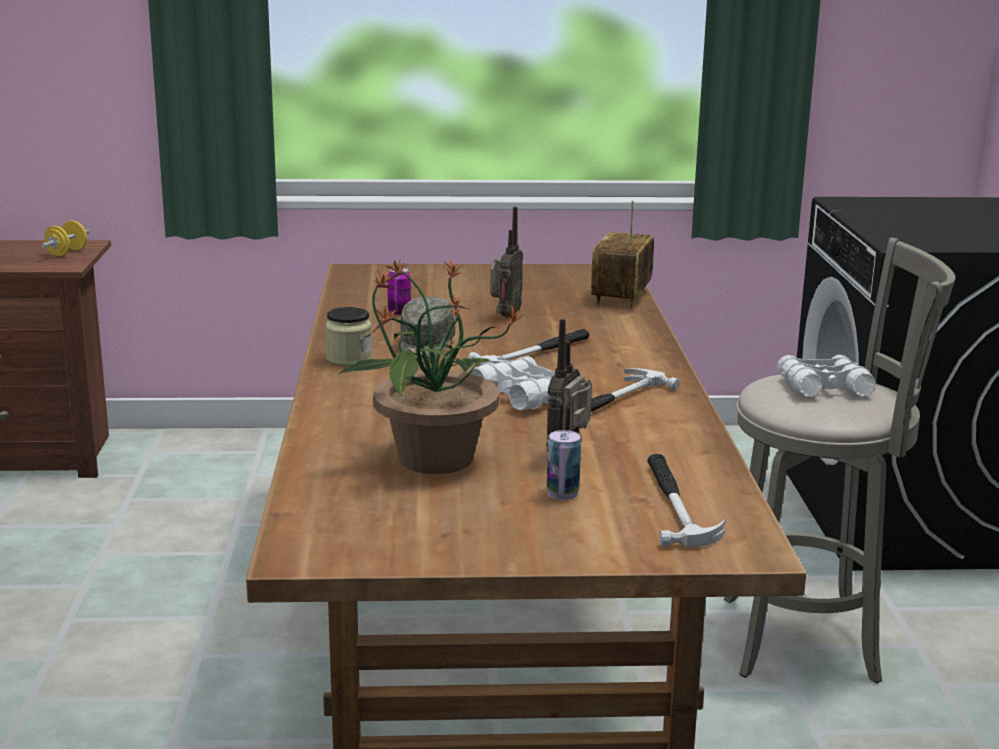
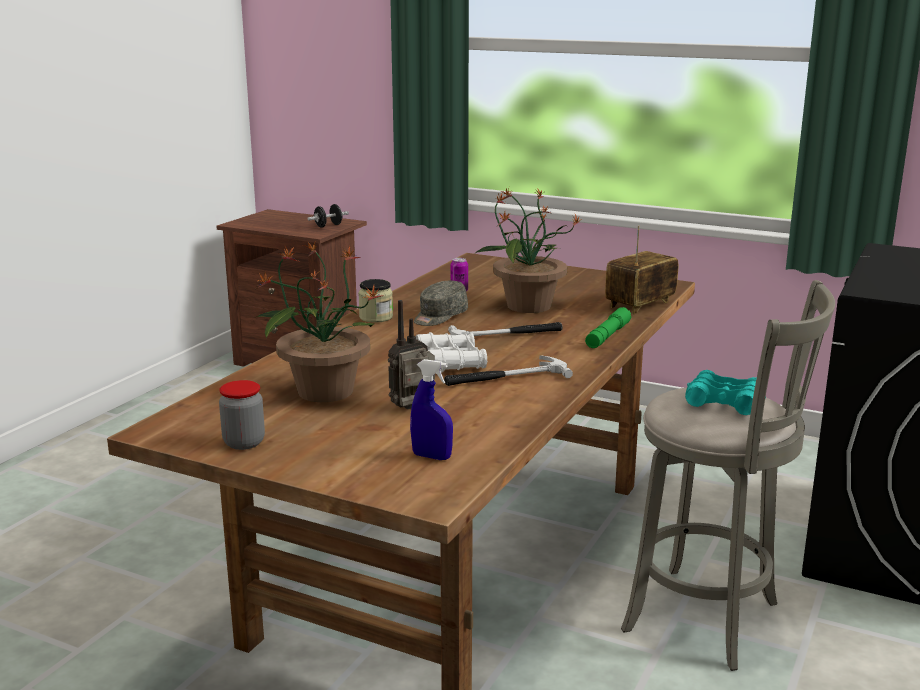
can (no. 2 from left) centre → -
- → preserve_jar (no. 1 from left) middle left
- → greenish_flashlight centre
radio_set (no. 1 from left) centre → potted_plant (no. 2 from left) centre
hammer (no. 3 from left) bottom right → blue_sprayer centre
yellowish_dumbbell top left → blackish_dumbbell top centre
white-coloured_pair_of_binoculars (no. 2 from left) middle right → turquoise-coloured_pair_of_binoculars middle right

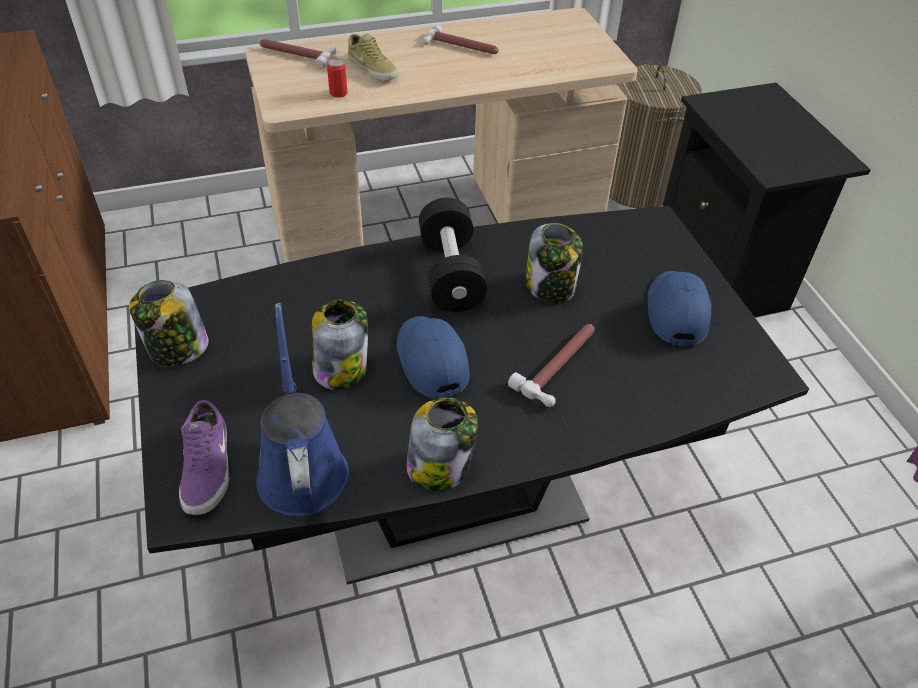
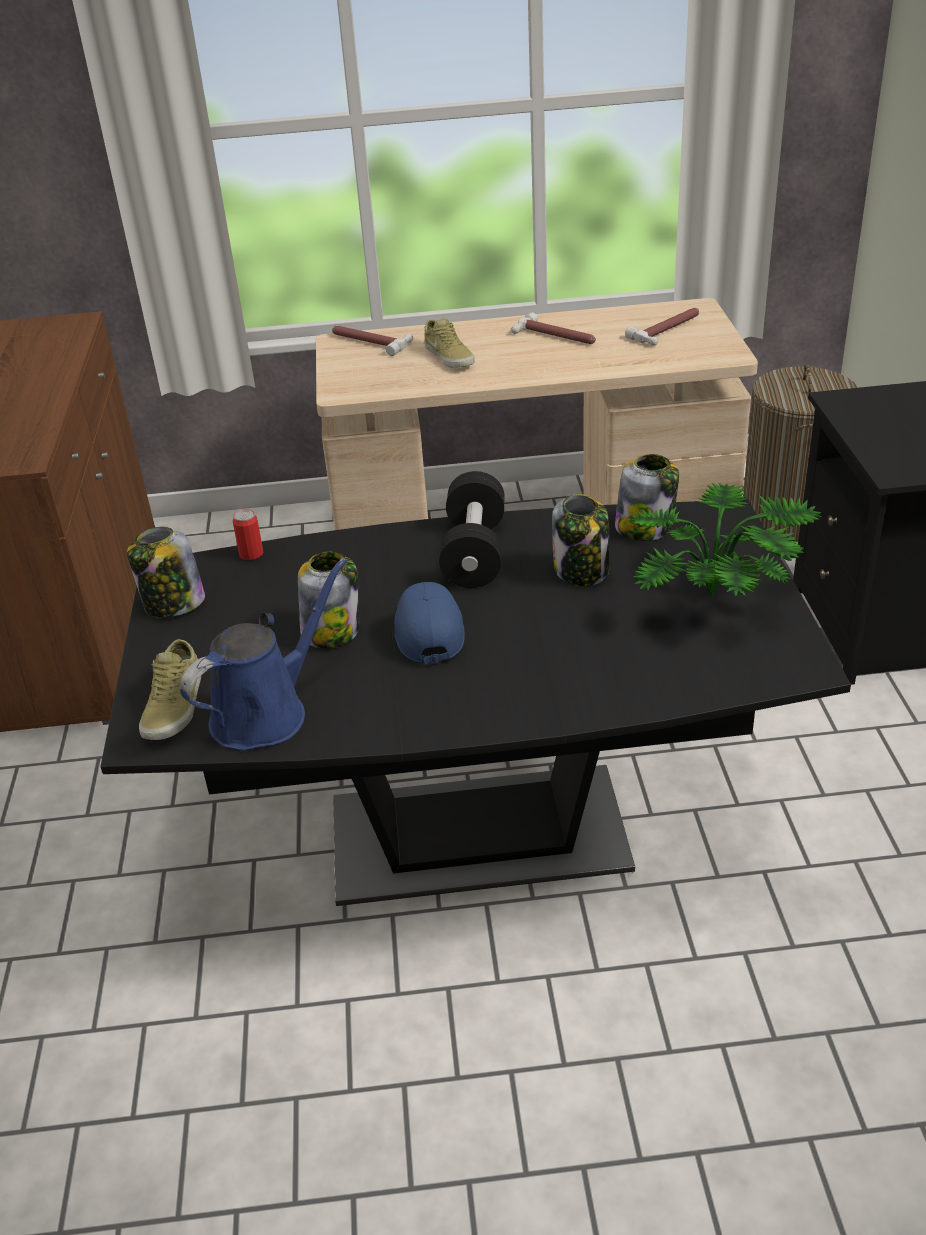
can top centre → can middle left, shifted
preserve_jar (no. 3 from left in the first image) centre → preserve_jar (no. 4 from left) middle right, shifted
hammer (no. 3 from left) centre → hammer (no. 3 from left) top right, shifted
blue_peaked_cap (no. 2 from left) middle right → potted_plant middle right
purple-coloured_low_shoe middle left → sand-coloured_low_shoe (no. 1 from left) middle left
blue_watering_can middle left, 45 degrees clockwise

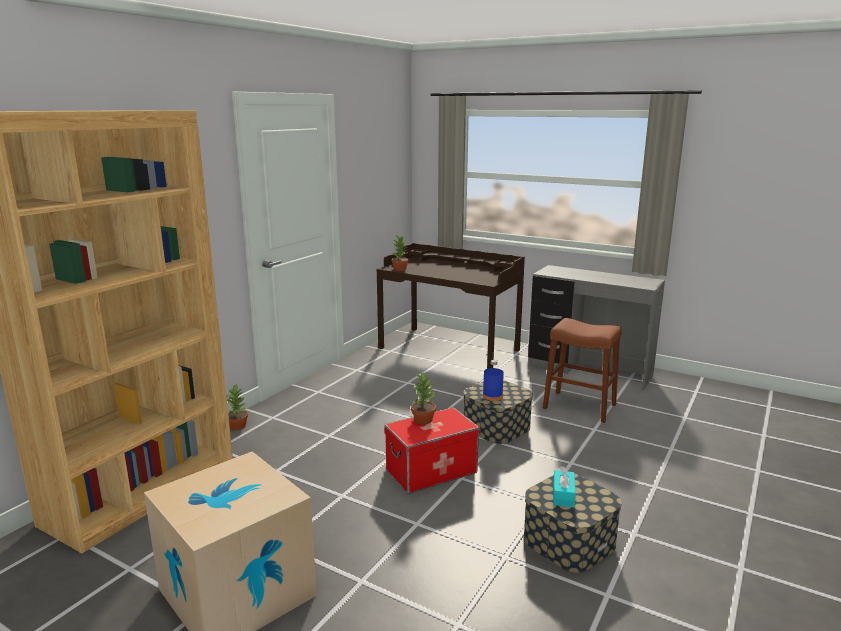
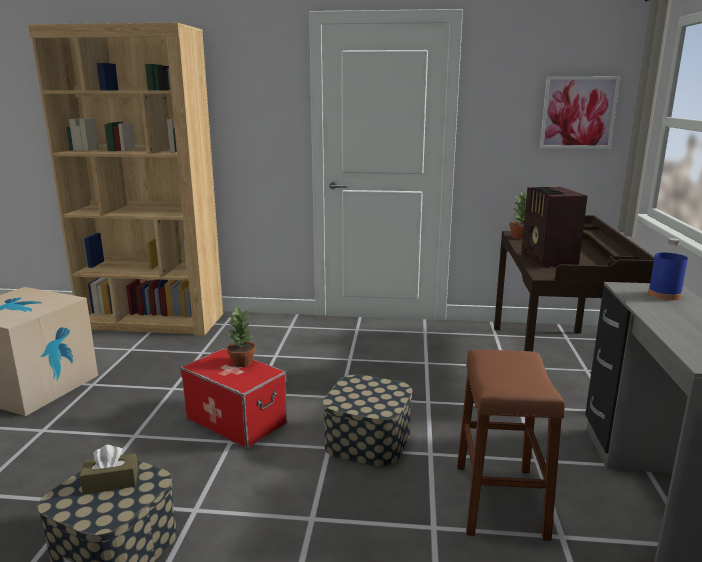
potted_plant (no. 1 from left) middle left → -
- → radio_set middle right
- → picture top right
blue_beverage_bottle centre → blue_beverage_bottle middle right, shifted
turquoise-coloured_tissue_holder bottom right → brown_tissue_holder bottom left

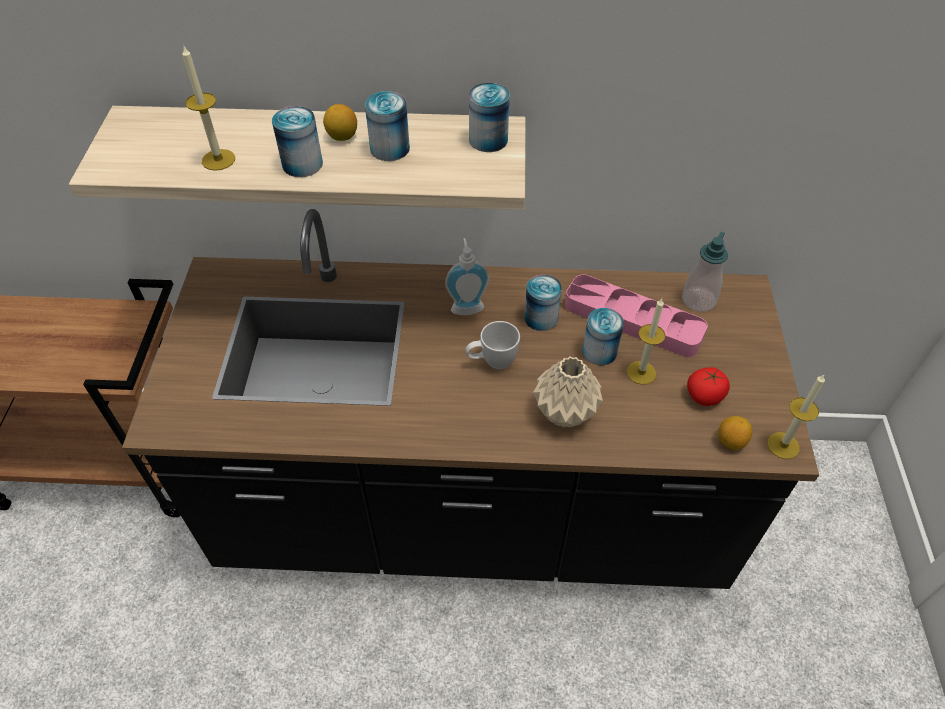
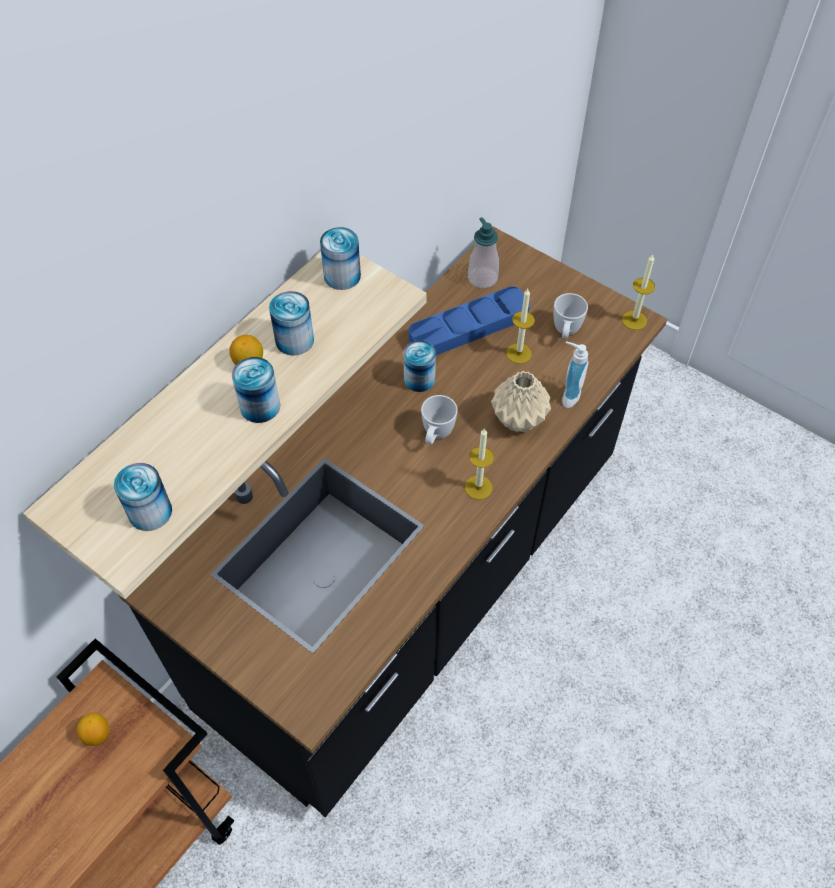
wax_candle (no. 1 from left) top left → wax_candle (no. 1 from left) centre, shifted
soap_dispenser (no. 1 from left in the first image) centre → soap_dispenser (no. 2 from left) middle right, shifted
can (no. 5 from left in the first image) centre → can (no. 1 from left) middle left, shifted
whole_lemon (no. 2 from left in the first image) middle right → whole_lemon (no. 1 from left) bottom left, shifted
whole_tomato middle right → white-coloured_mug (no. 2 from left) middle right
pink-coloured_serving_tray middle right → blue_serving_tray centre

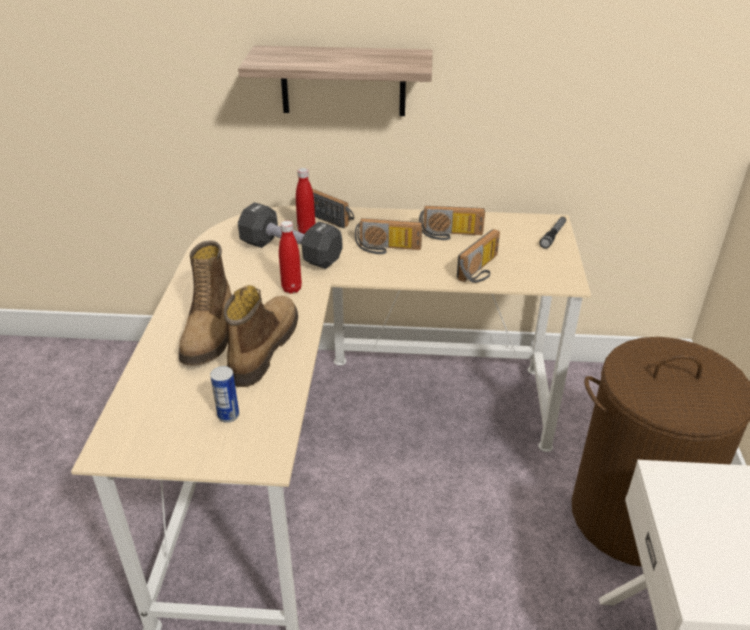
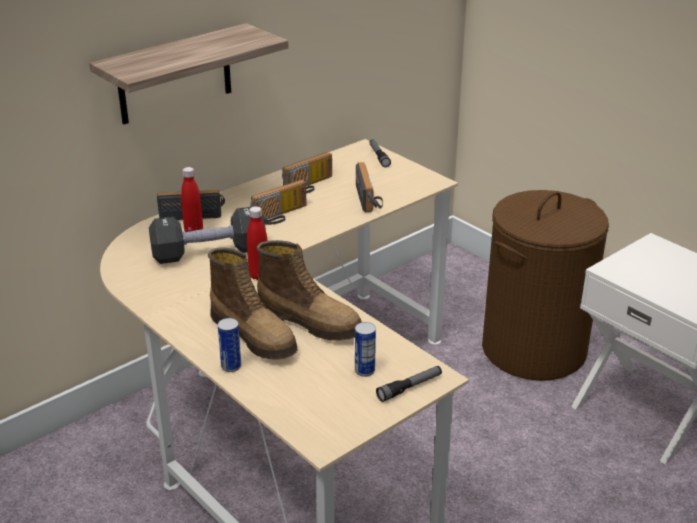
- → can (no. 1 from left) middle left
- → flashlight (no. 2 from left) bottom centre
boot (no. 2 from left) centre, 150 degrees clockwise

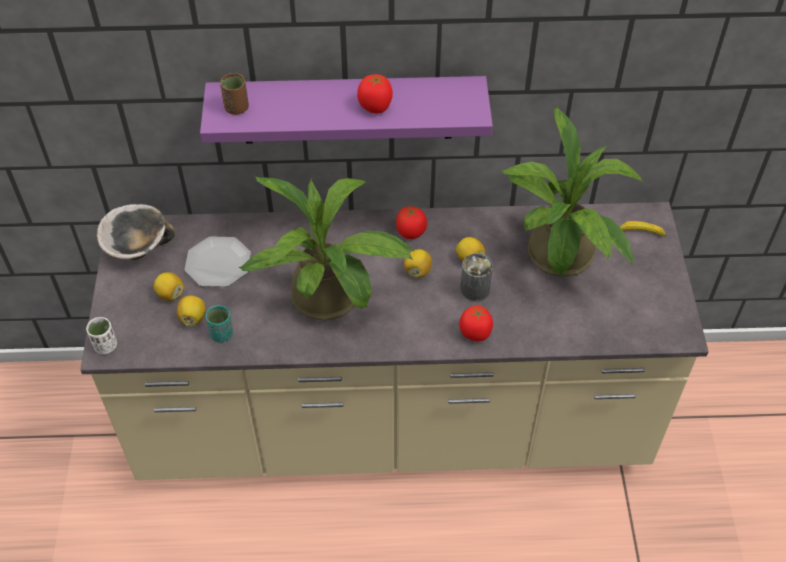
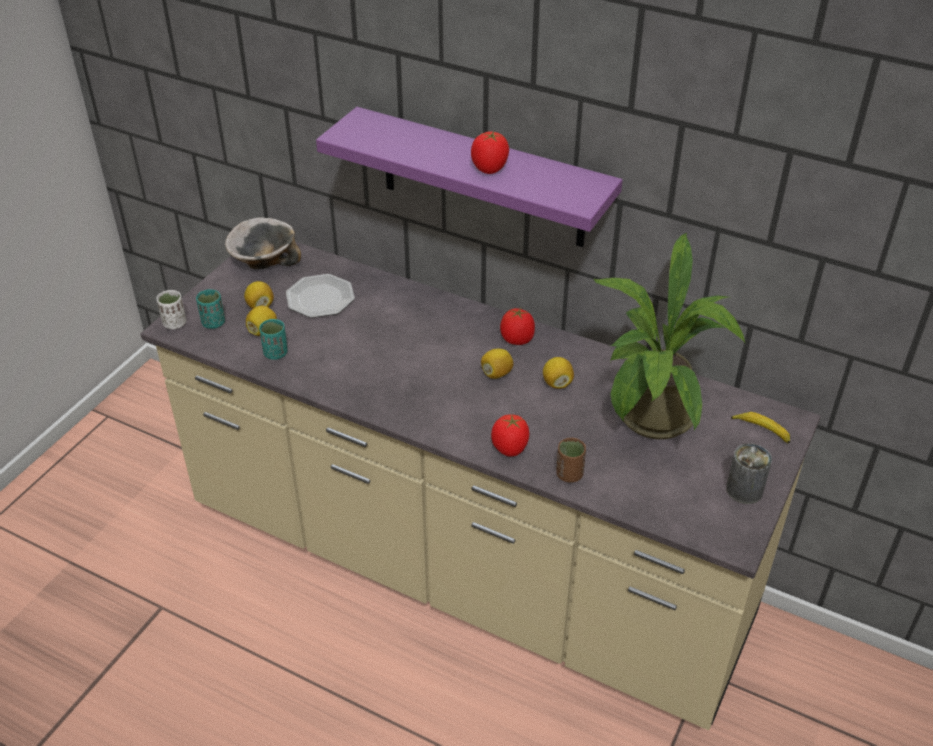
potted_plant (no. 1 from left) centre → -
- → turquoise-coloured_drinking_cup (no. 1 from left) middle left
brown_drinking_cup top left → brown_drinking_cup centre, shifted
can centre → can middle right, shifted

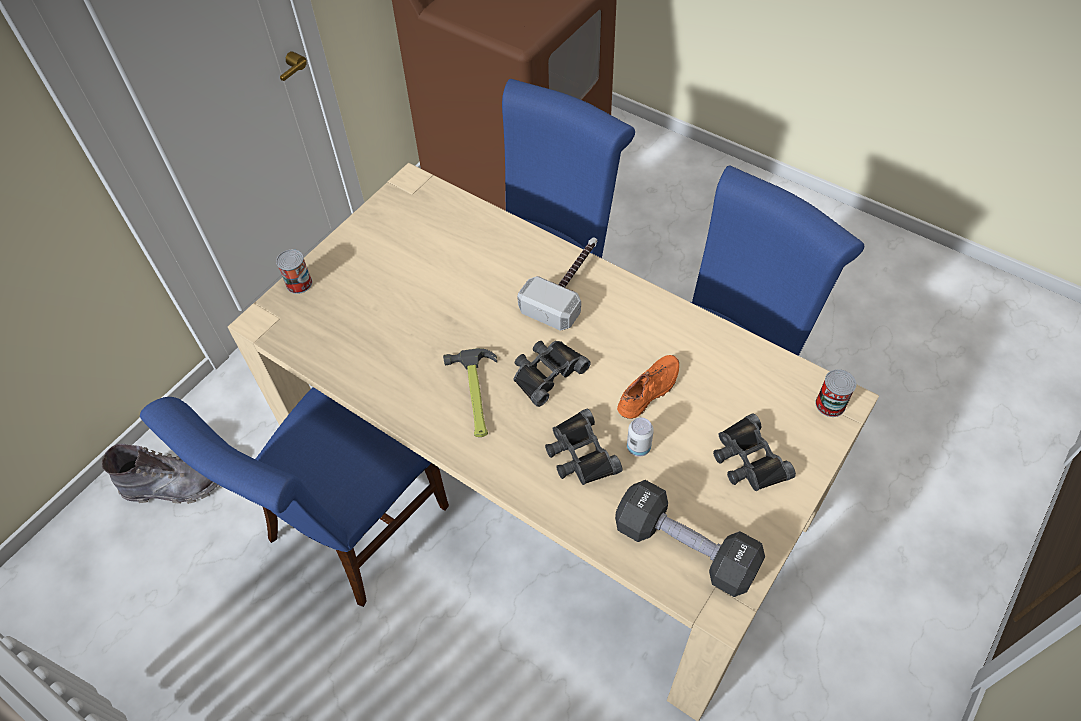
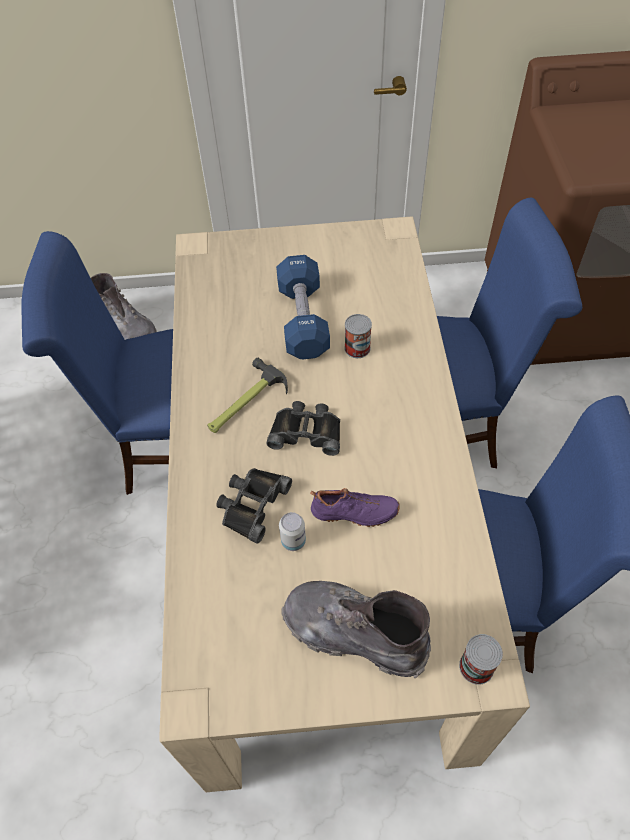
hammer (no. 2 from left) centre → -
blackish_dumbbell bottom centre → -
- → blue_dumbbell centre
can (no. 1 from left in the first image) middle left → can (no. 2 from left) centre, shifted
blackish_pair_of_binoculars (no. 3 from left) middle right → gray_boot (no. 2 from left) bottom centre
orange_low_shoe centre → purple-coloured_low_shoe centre

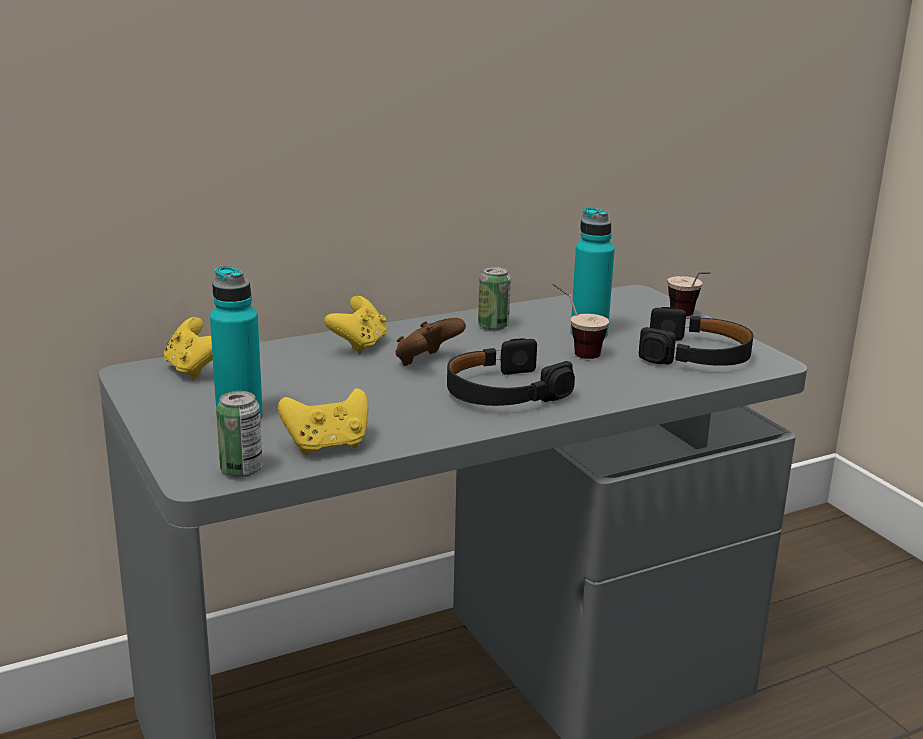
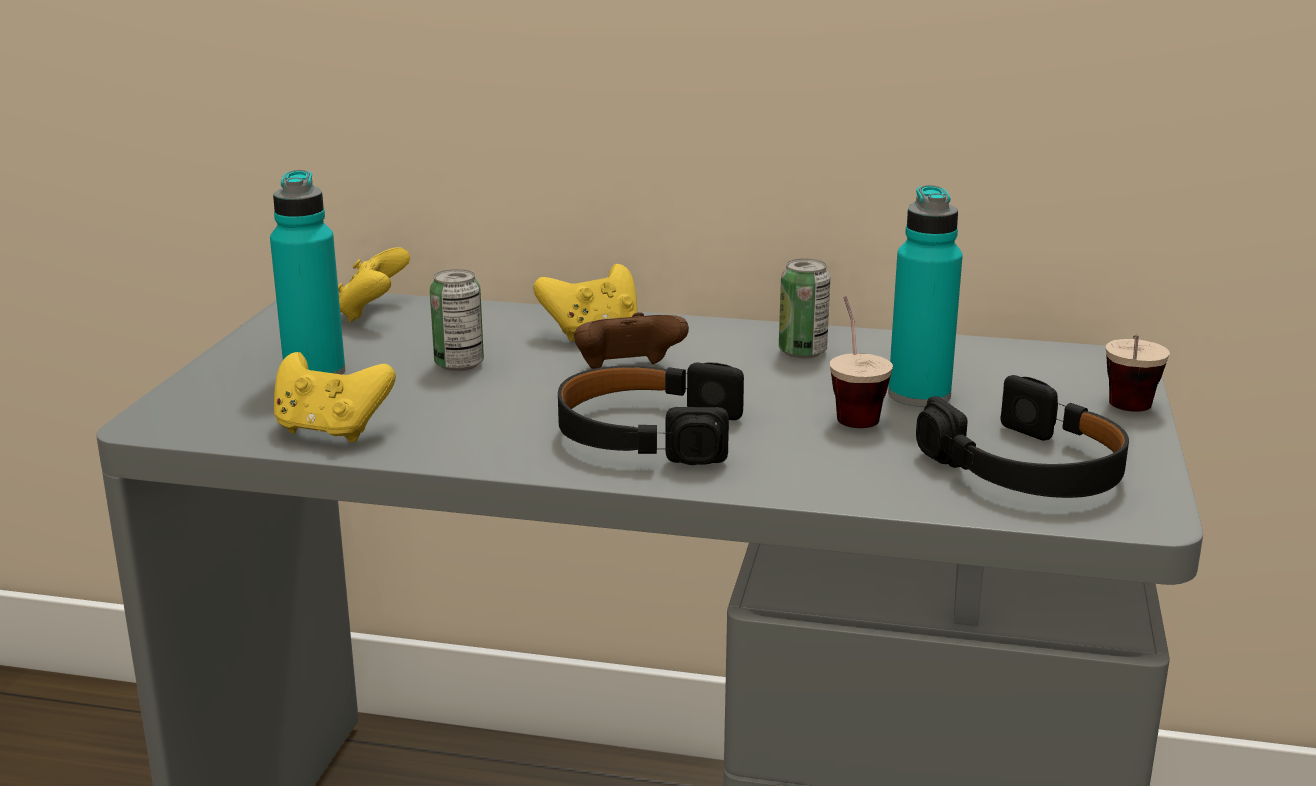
can (no. 1 from left) middle left → can (no. 1 from left) centre, shifted

